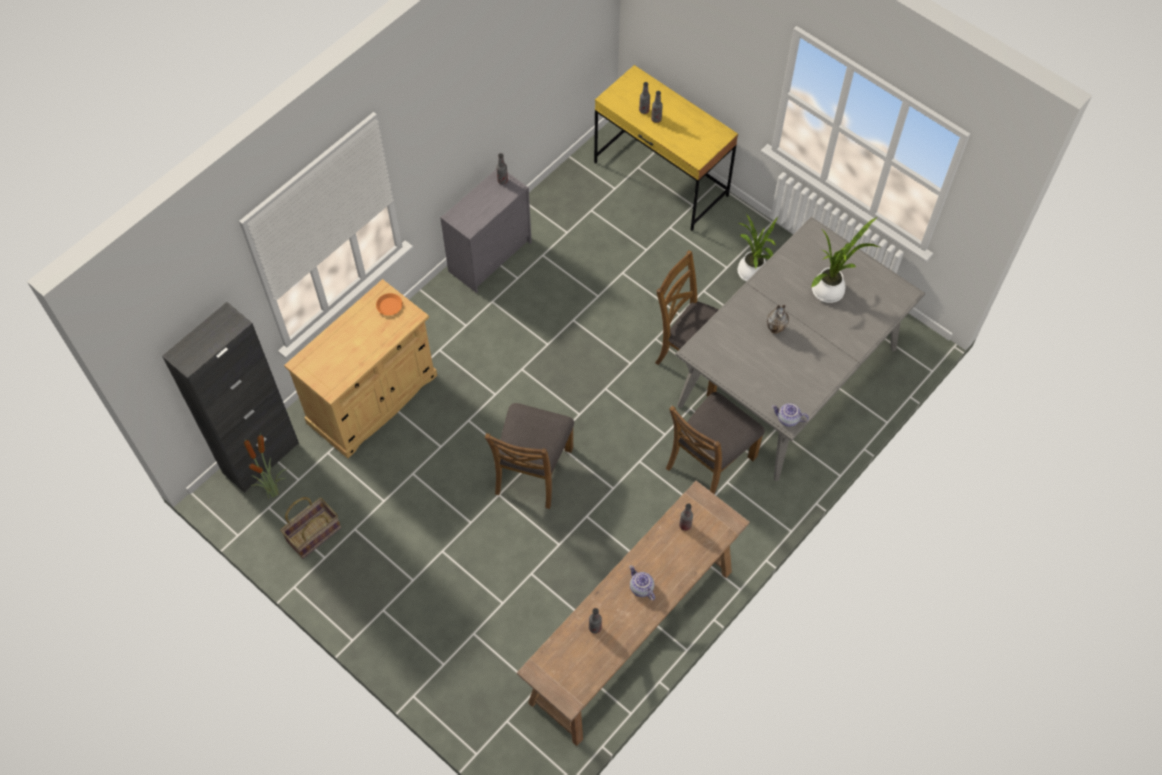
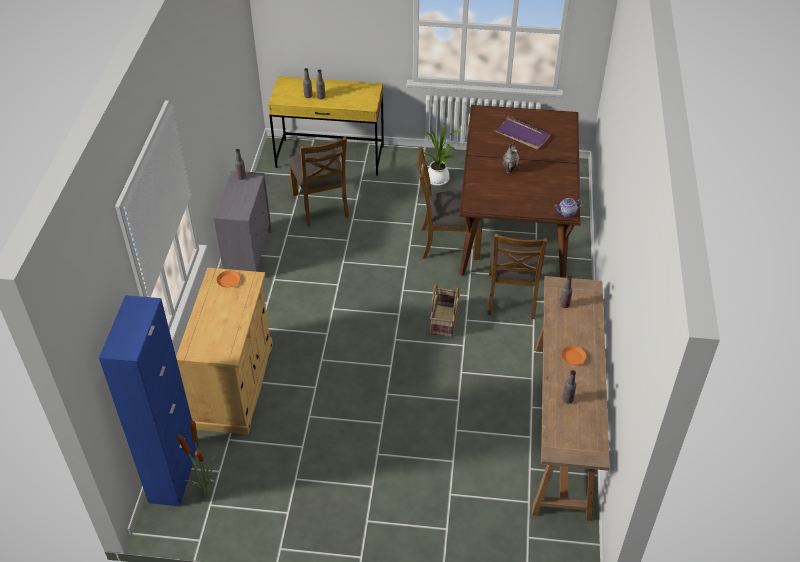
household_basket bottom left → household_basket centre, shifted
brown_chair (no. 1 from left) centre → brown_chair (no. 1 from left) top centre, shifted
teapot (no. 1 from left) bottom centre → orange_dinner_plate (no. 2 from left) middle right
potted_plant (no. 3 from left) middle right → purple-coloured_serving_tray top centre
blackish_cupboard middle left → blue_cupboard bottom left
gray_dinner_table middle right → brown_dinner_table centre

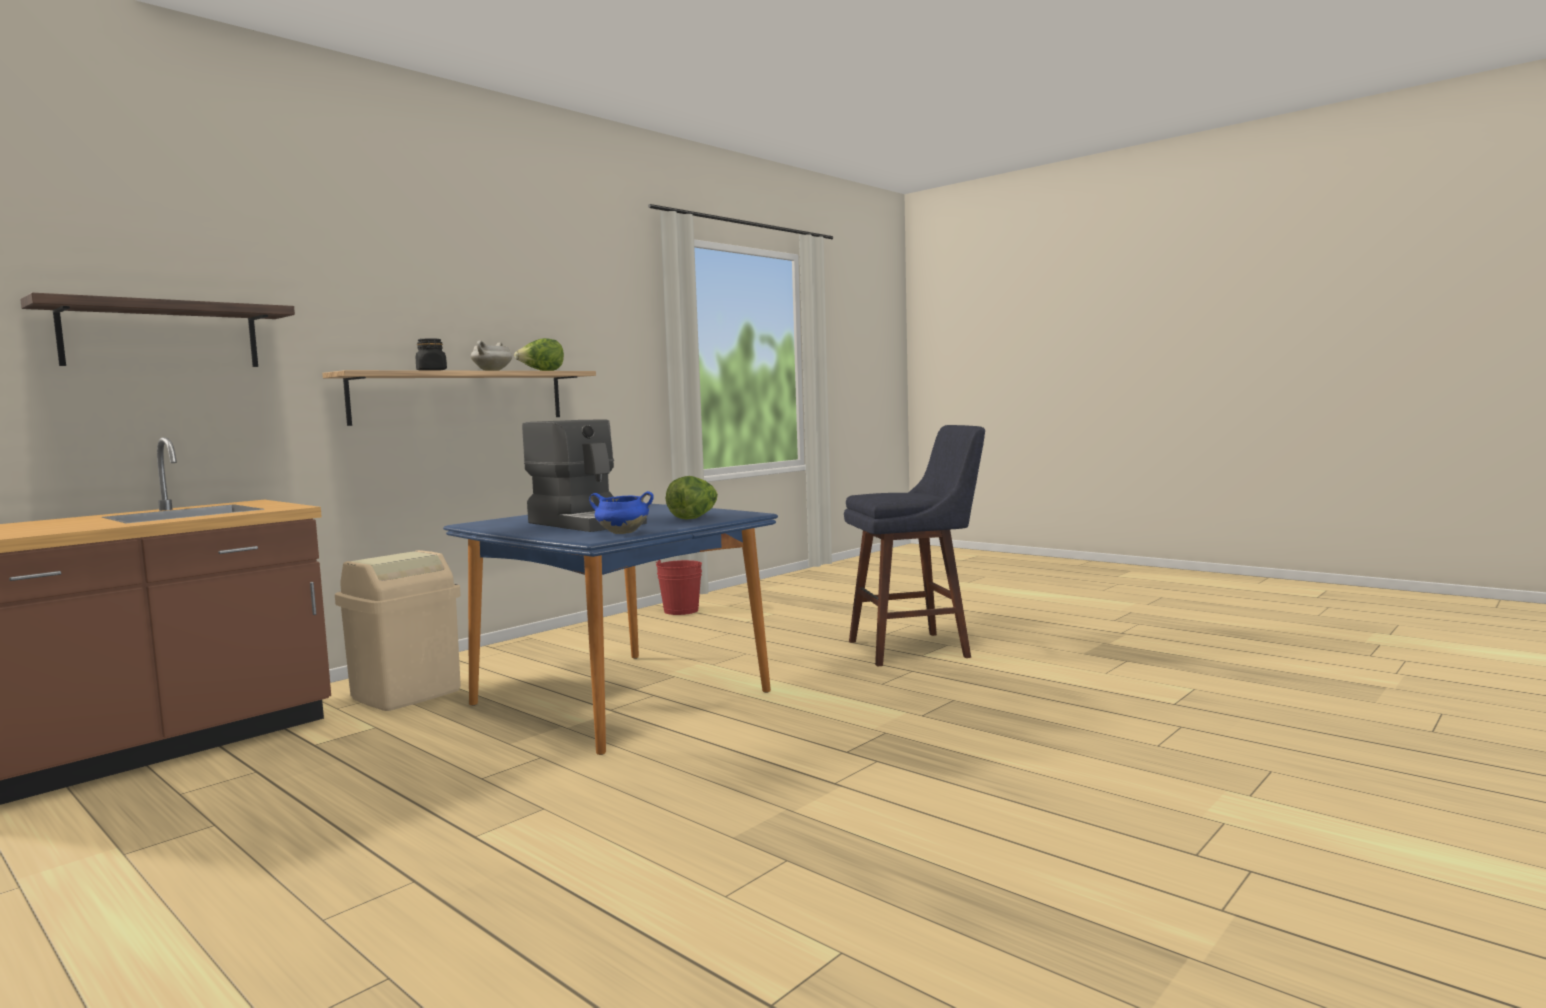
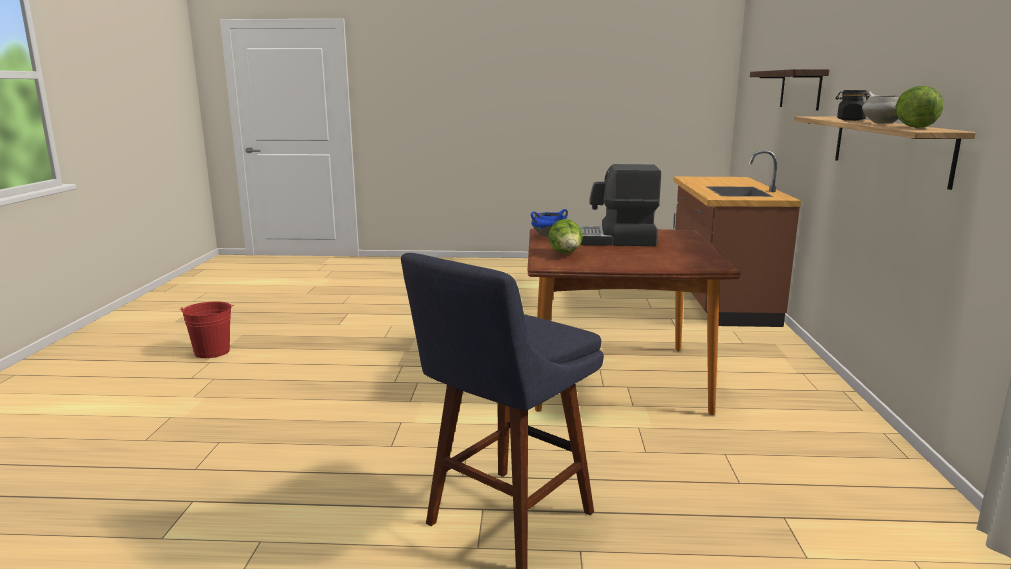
sand-coloured_trash_can middle left → -
reddish_pail centre → reddish_pail middle left, shifted
blue_dinner_table centre → brown_dinner_table centre

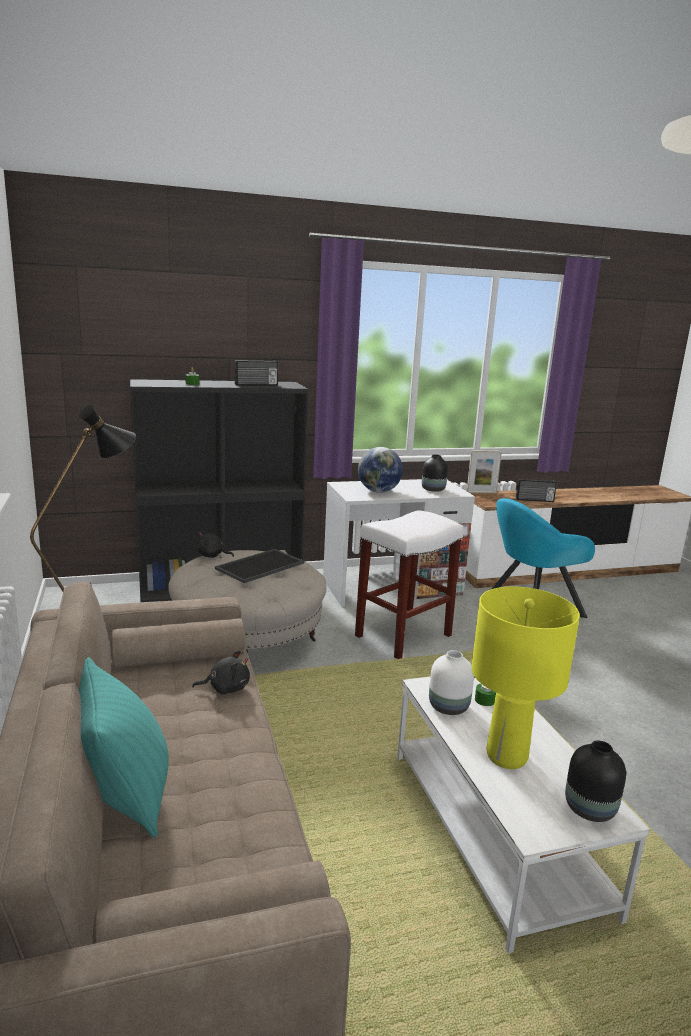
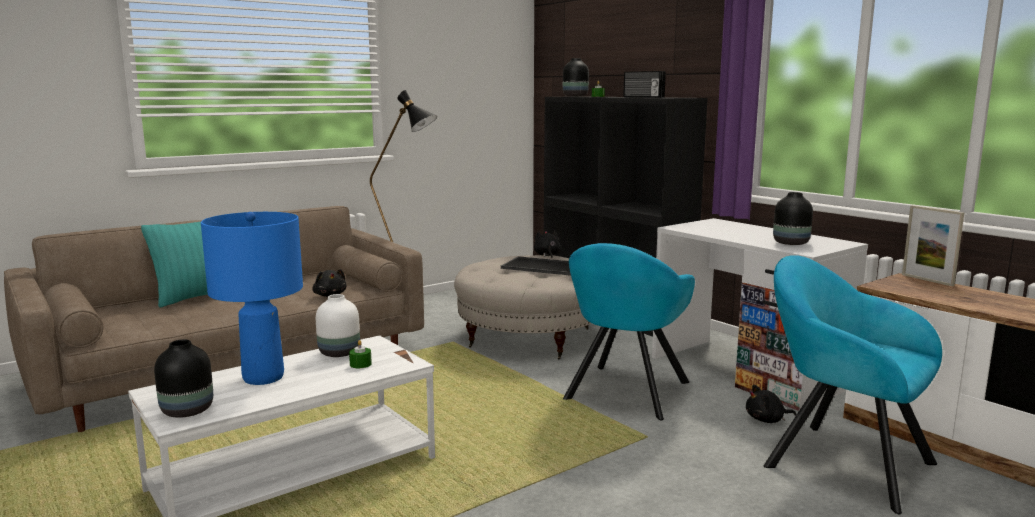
world_globe centre → -
radio_set (no. 2 from left) middle right → -
- → blackish_flower_vase (no. 2 from left) top centre
- → blackish_plush_toy (no. 3 from left) bottom right
white-coloured_stool centre → turquoise-coloured_lounge_chair (no. 1 from left) centre
yellowish_lamp_for_a_table middle right → blue_lamp_for_a_table middle left

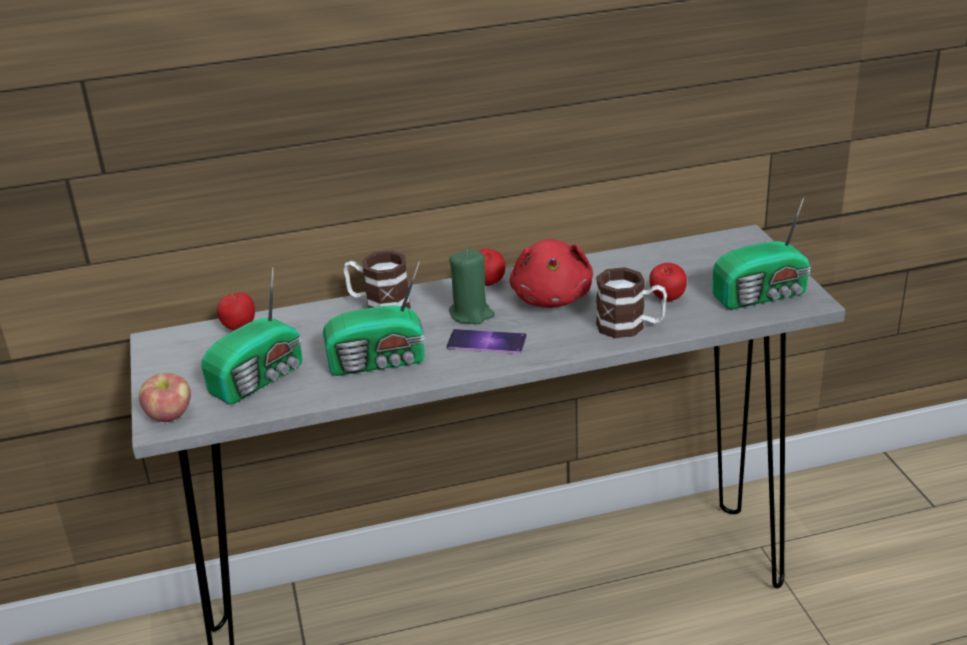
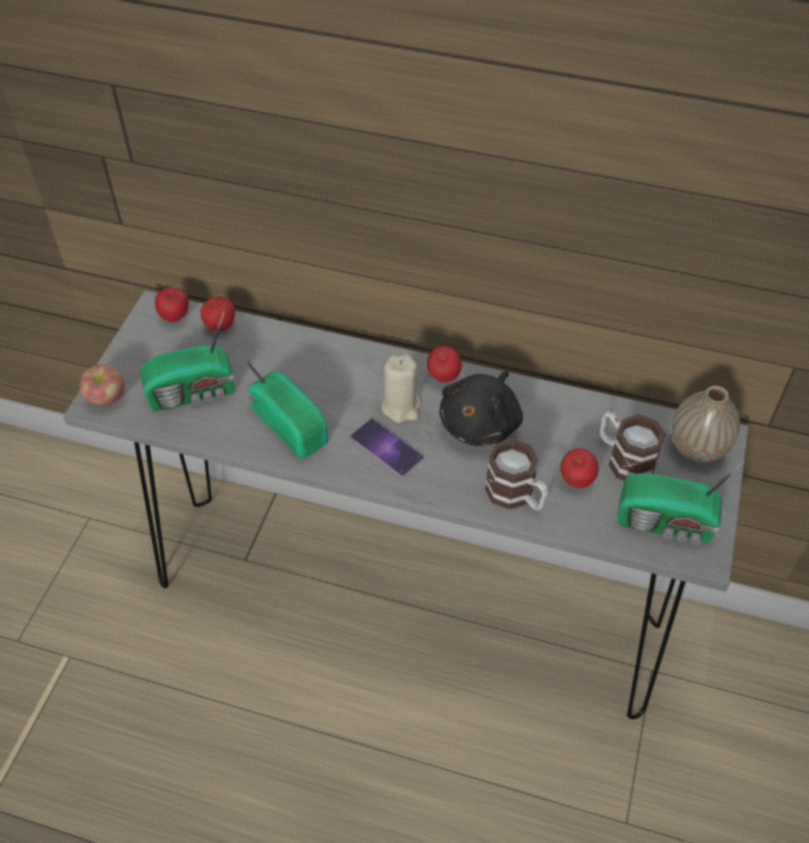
- → apple (no. 2 from left) middle left
- → flower_vase middle right
mug (no. 1 from left in the first image) centre → mug (no. 2 from left) middle right, shifted
greenish_wax_candle centre → sand-coloured_wax_candle centre
reddish_plush_toy centre → blackish_plush_toy centre
radio_set (no. 2 from left) centre, 150 degrees counterclockwise

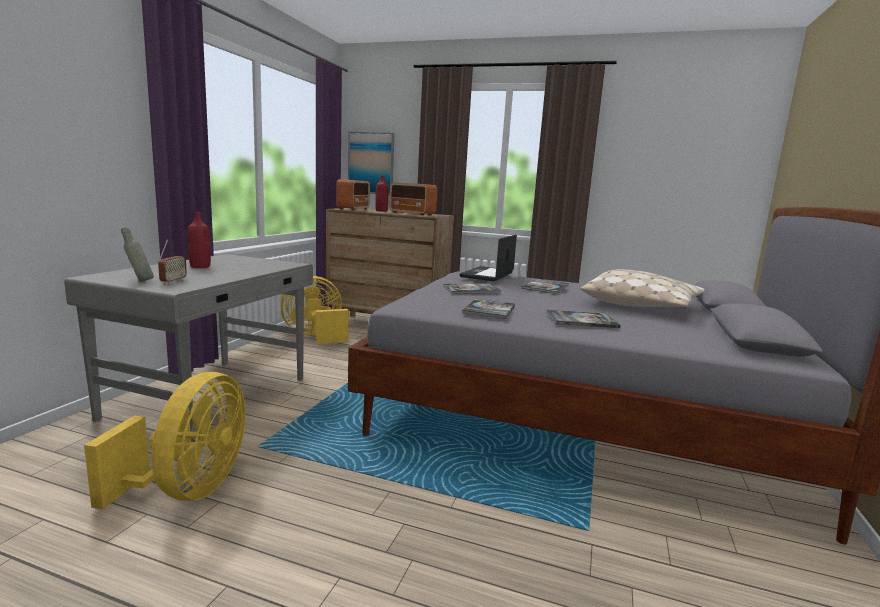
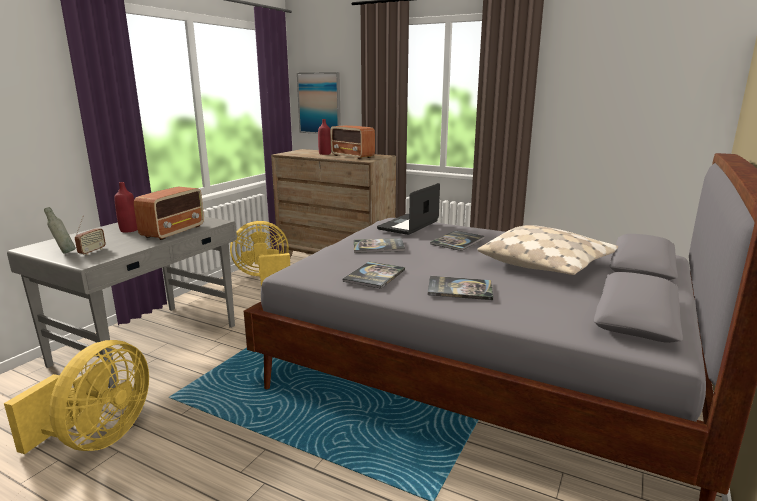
radio_set (no. 2 from left) top centre → radio_set (no. 2 from left) middle left, shifted

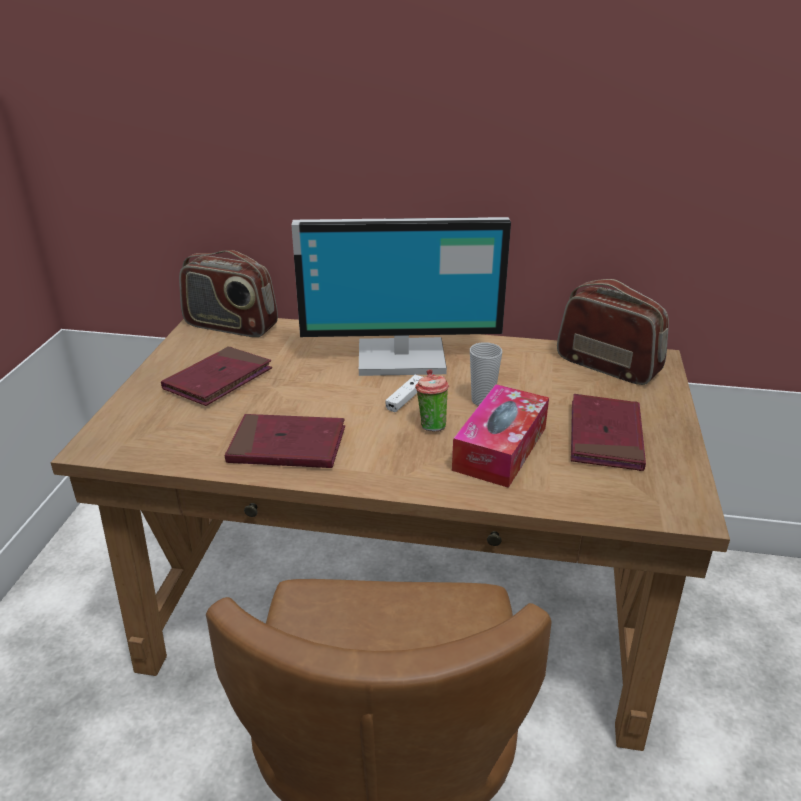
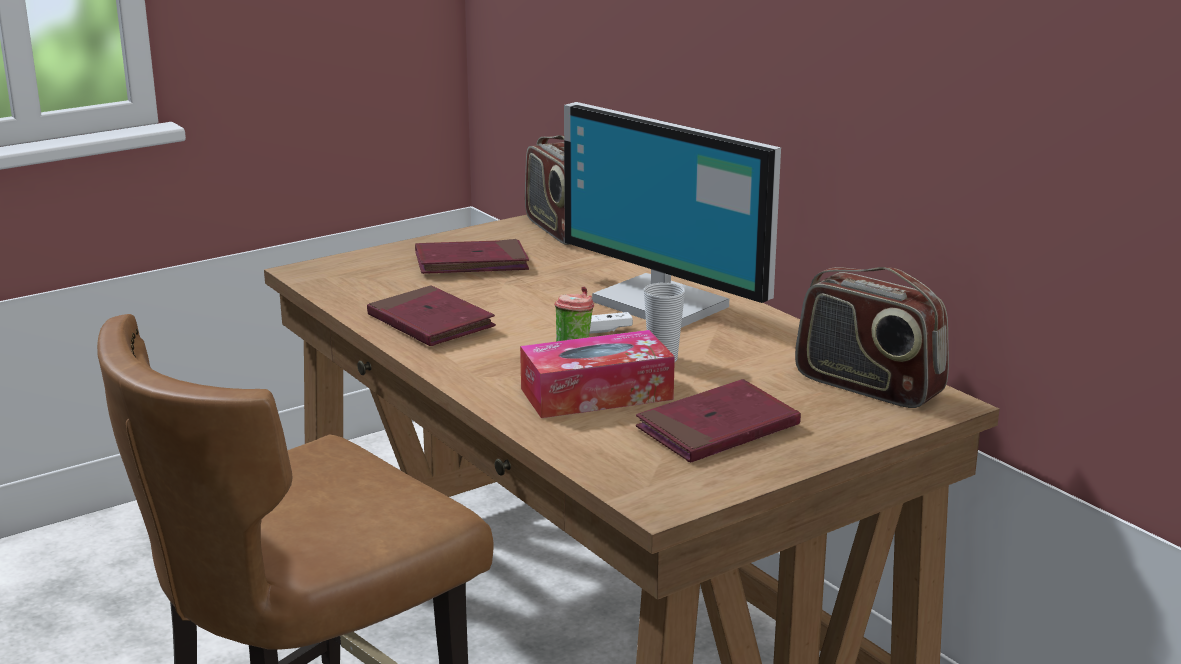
radio_set (no. 2 from left) middle right, 135 degrees clockwise

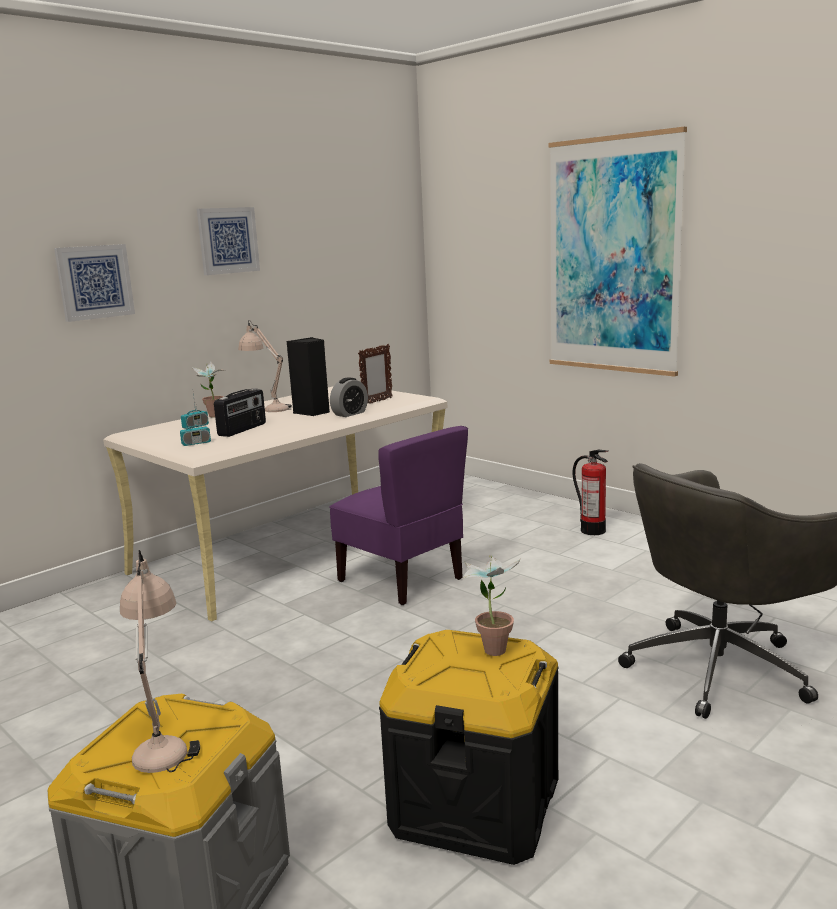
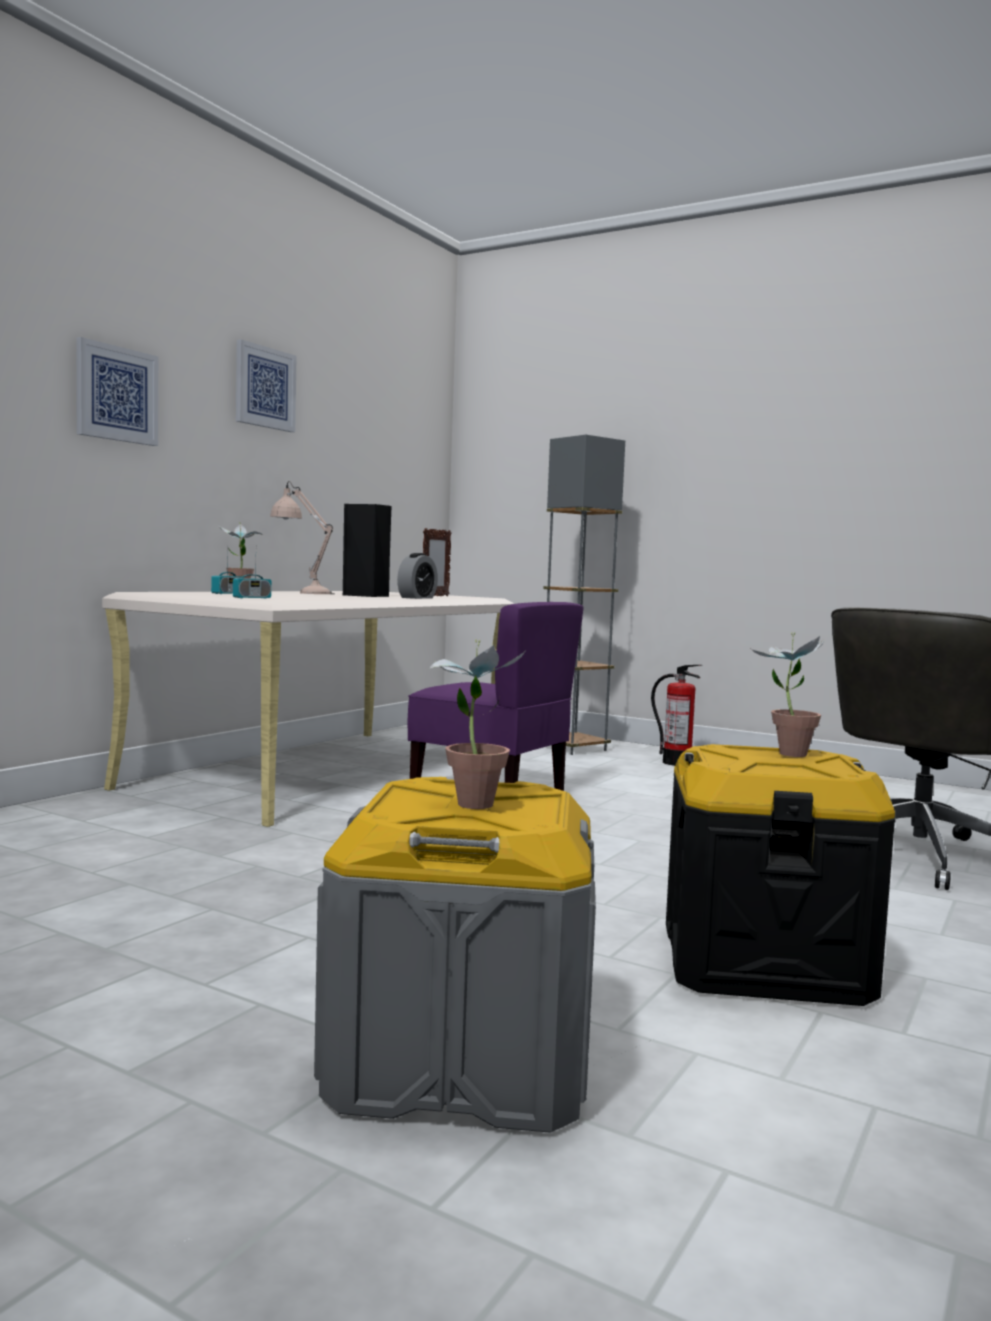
radio_set (no. 3 from left) middle left → -
picture (no. 3 from left) top right → -
- → gray_floor_lamp centre
sand-coloured_lamp_for_a_table (no. 1 from left) bottom left → potted_plant (no. 2 from left) centre

